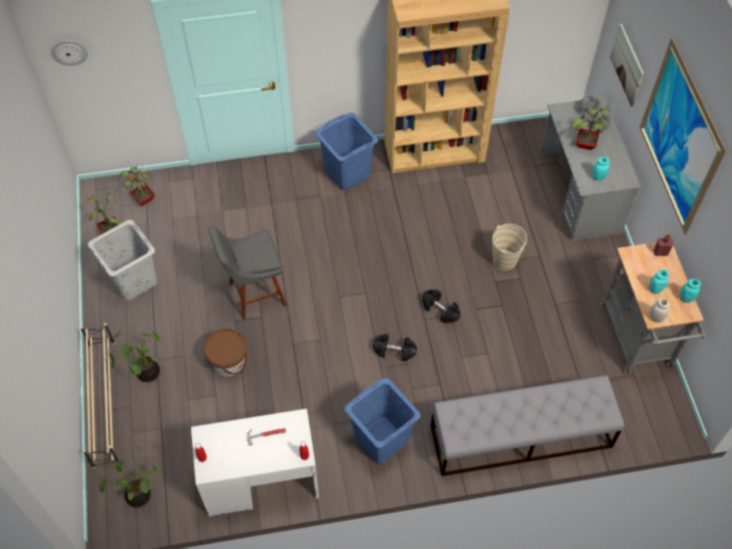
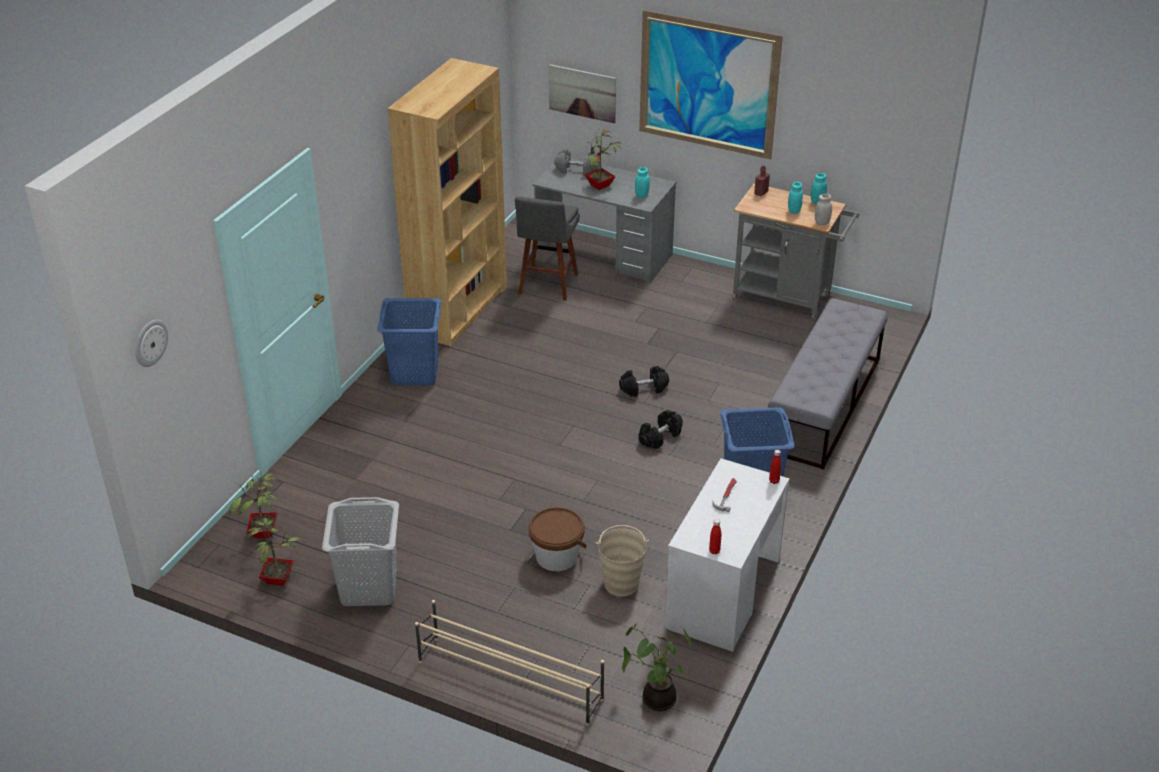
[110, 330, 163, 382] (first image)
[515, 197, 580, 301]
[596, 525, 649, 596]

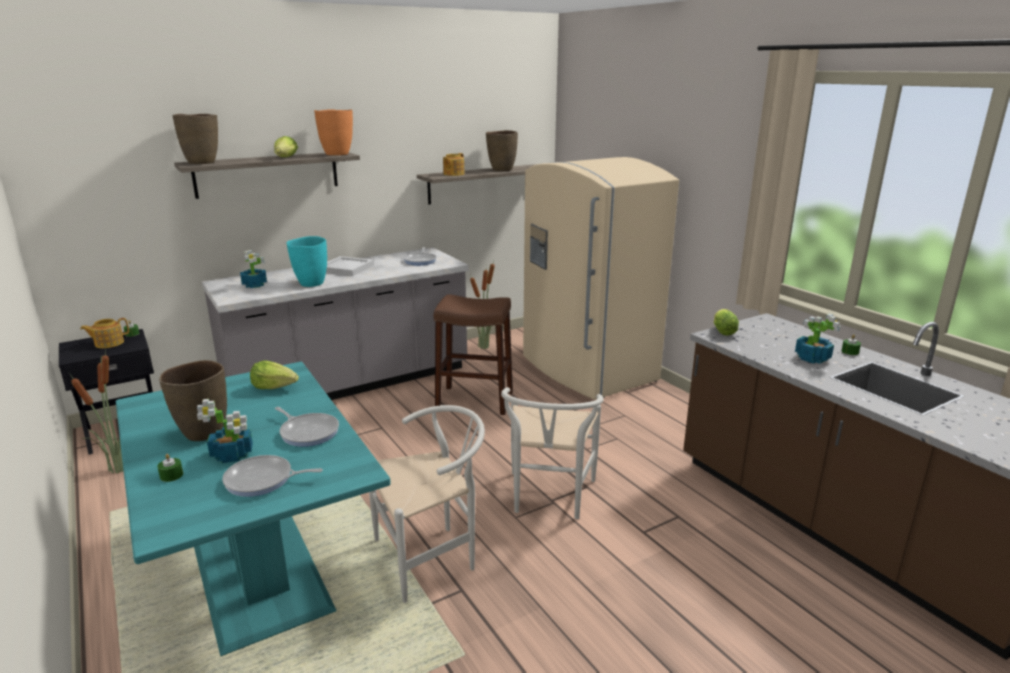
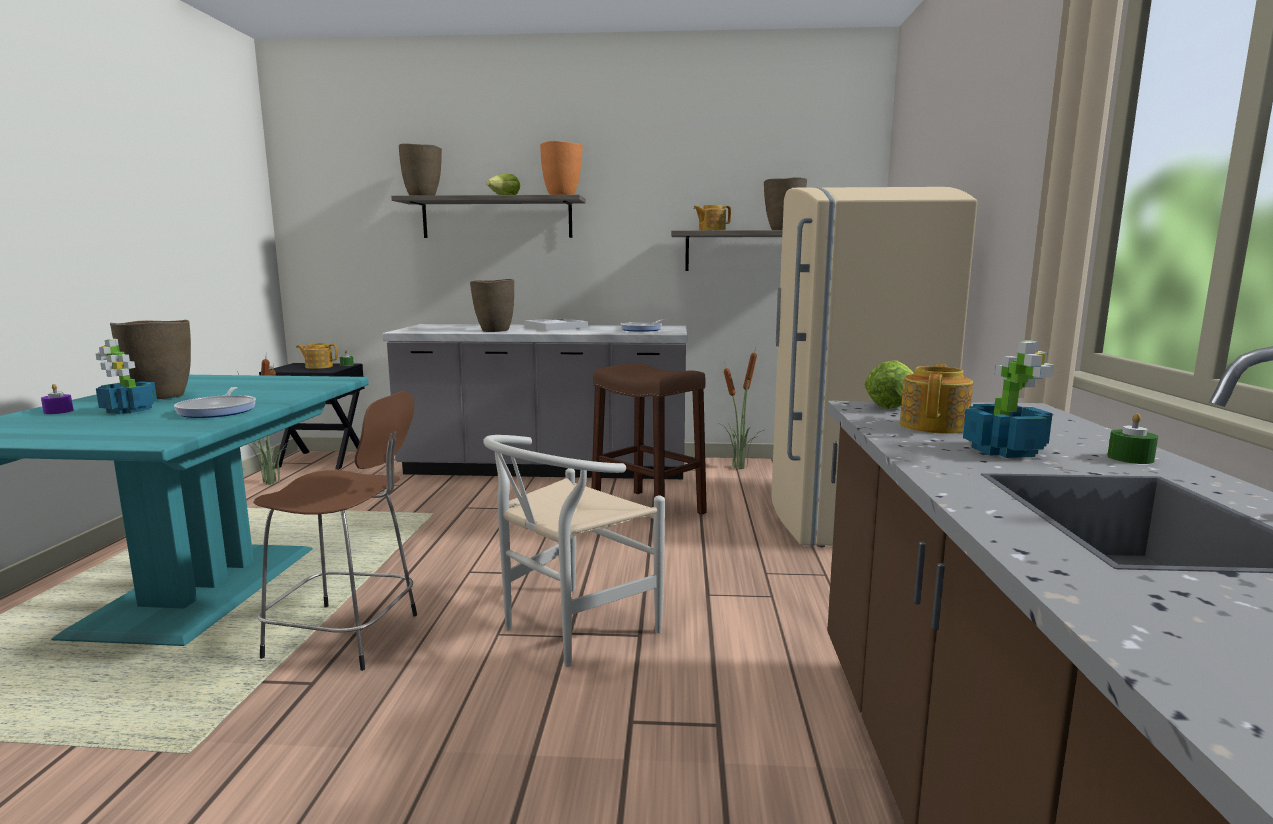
[222, 455, 323, 497] (first image)
[240, 250, 267, 288] (first image)
[250, 360, 299, 389] (first image)
[900, 364, 973, 434]
[253, 391, 417, 671]
[41, 384, 74, 414]
[470, 279, 514, 332]

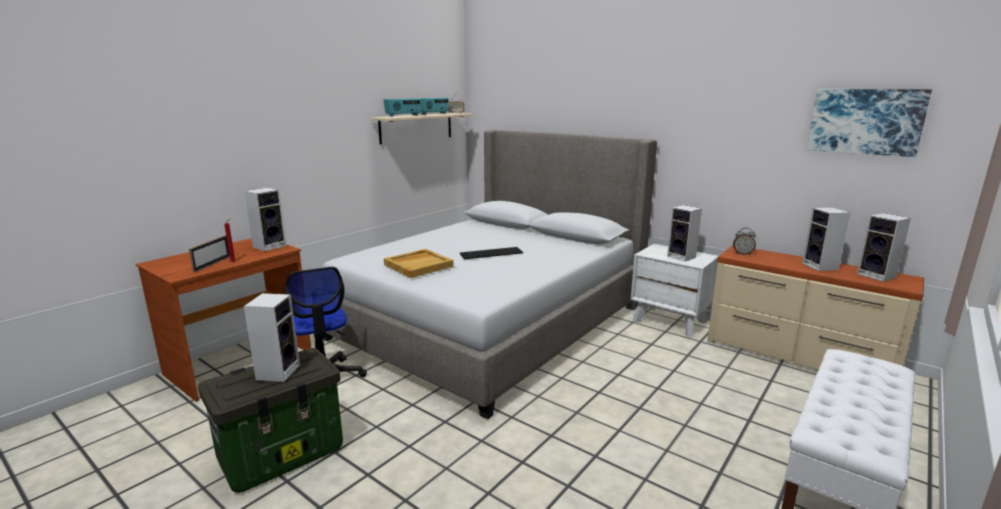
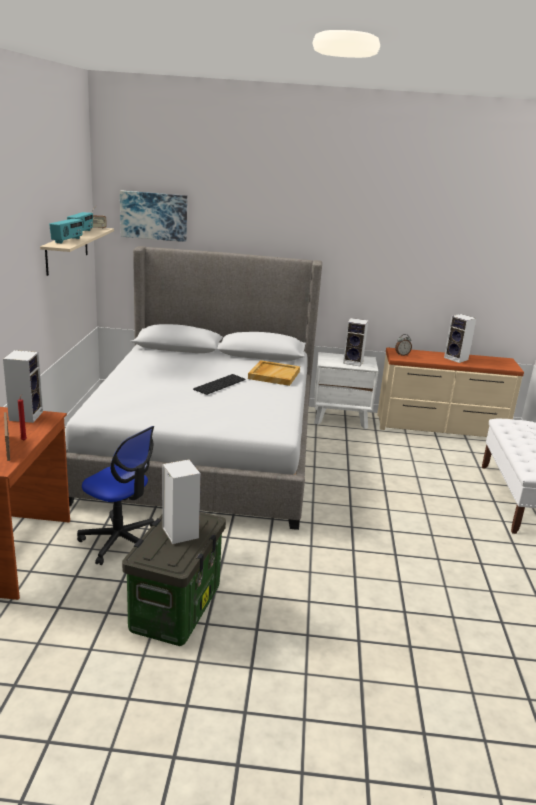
[857, 213, 911, 282] (first image)
[248, 360, 300, 386]
[120, 191, 187, 242]

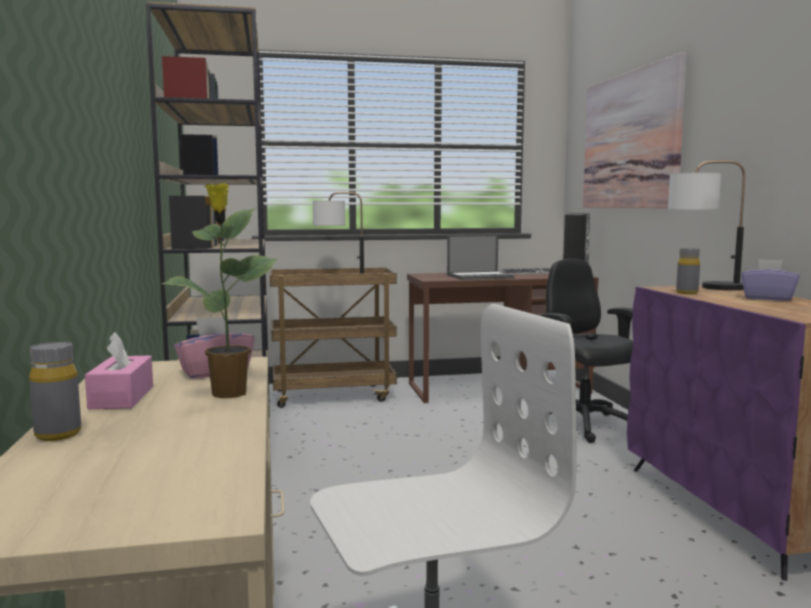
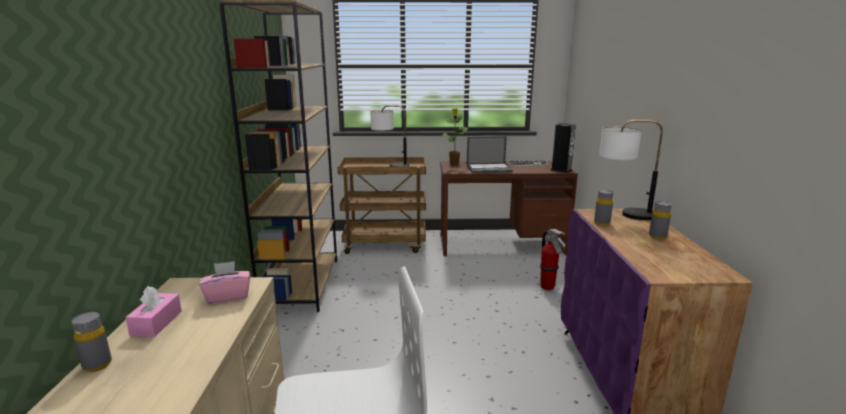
[583, 53, 687, 208] (first image)
[443, 108, 468, 165]
[540, 229, 565, 290]
[649, 201, 672, 240]

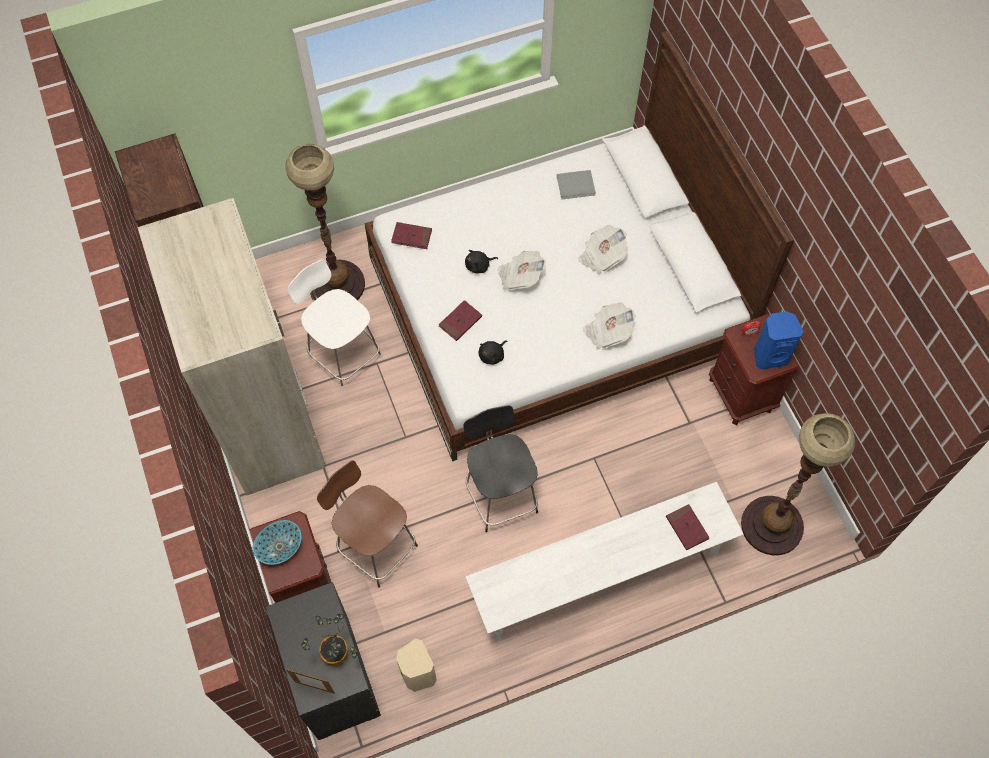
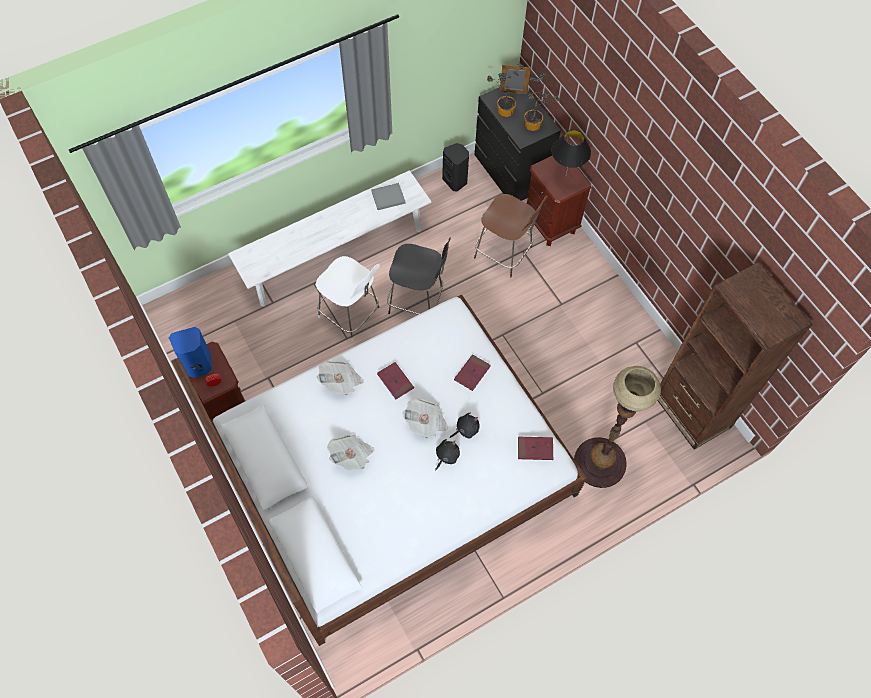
[137, 198, 325, 495] (first image)
[741, 413, 855, 555] (first image)
[524, 73, 560, 131]
[316, 256, 381, 342]
[435, 439, 460, 470]
[371, 183, 406, 210]
[377, 362, 414, 399]
[551, 130, 591, 178]
[442, 143, 469, 192]
[387, 237, 451, 315]

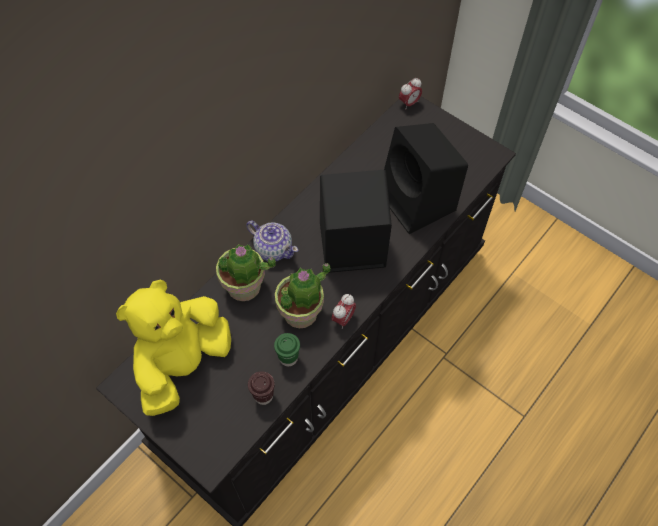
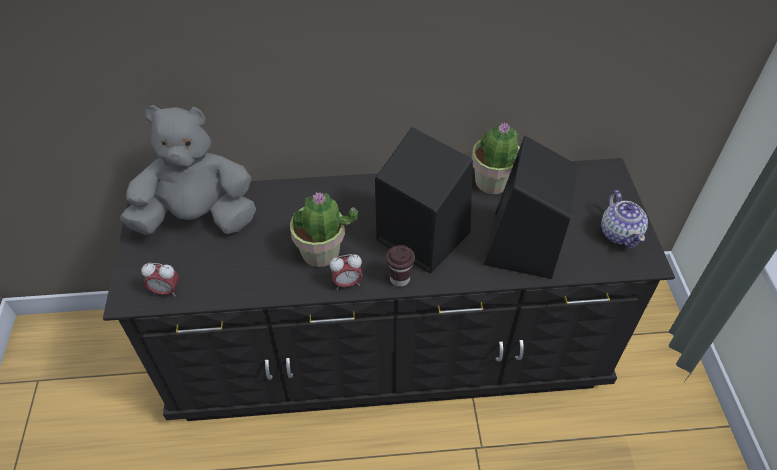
[274, 333, 300, 366] (first image)
[471, 122, 520, 194]
[601, 190, 648, 248]
[386, 245, 415, 287]
[141, 263, 179, 297]
[120, 105, 256, 235]

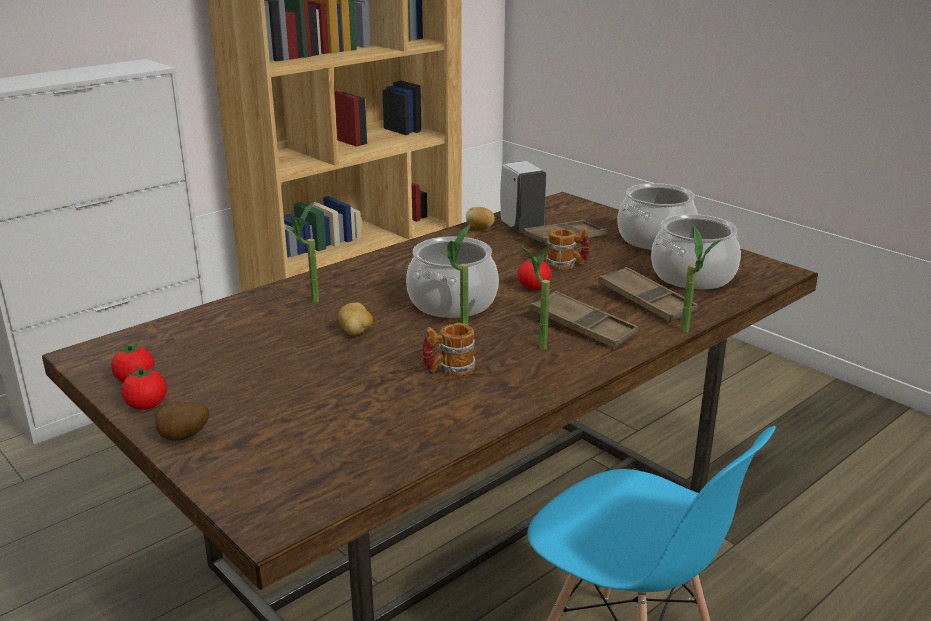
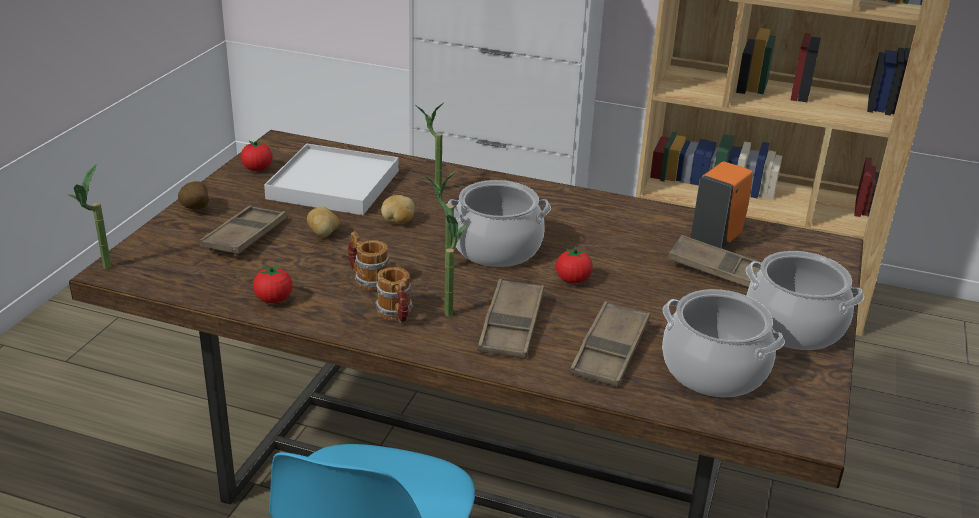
[200, 205, 287, 256]
[264, 144, 399, 215]
[253, 265, 292, 303]
[307, 206, 339, 237]
[375, 267, 413, 324]
[67, 164, 111, 269]
[691, 162, 753, 249]

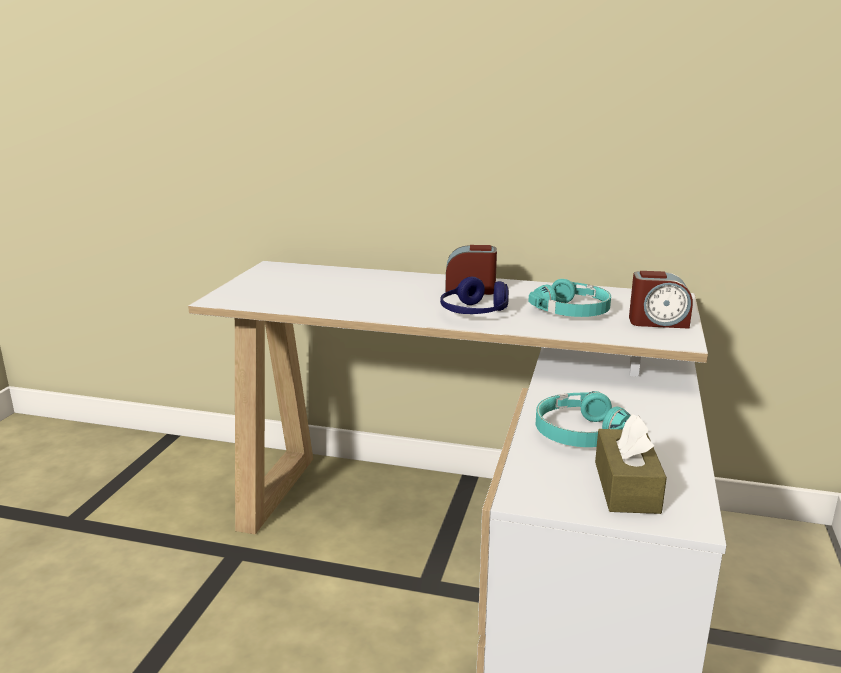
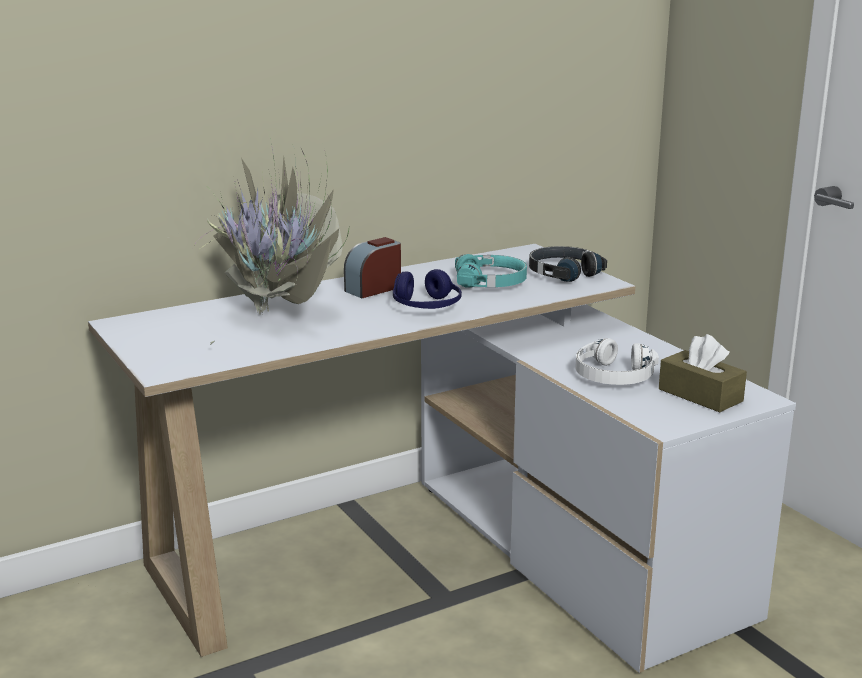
[178, 130, 349, 345]
[529, 246, 607, 282]
[575, 338, 659, 385]

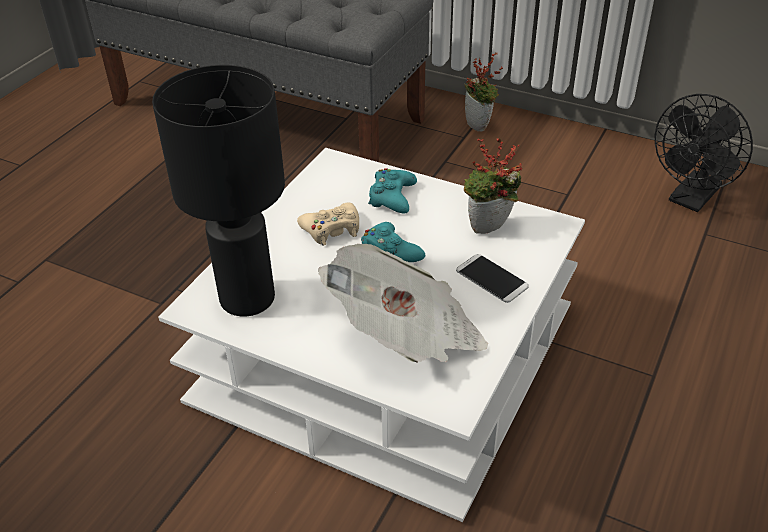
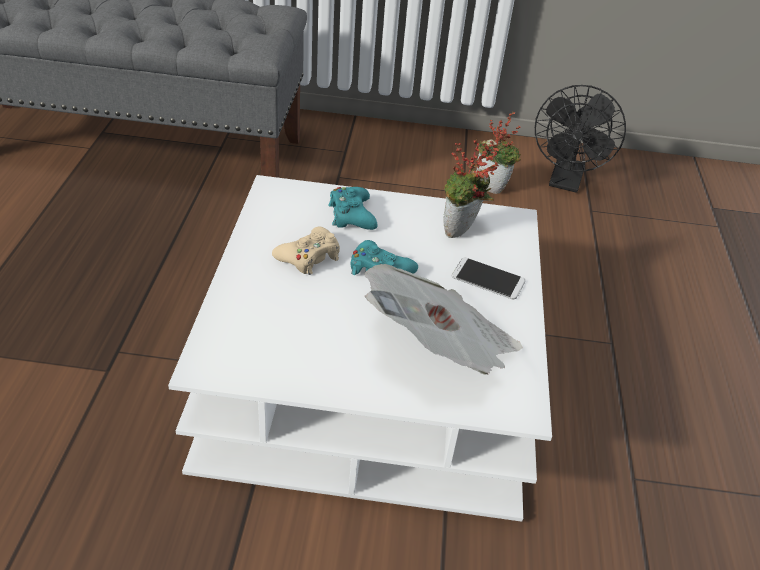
[152, 65, 285, 317] (first image)
[477, 112, 521, 194]

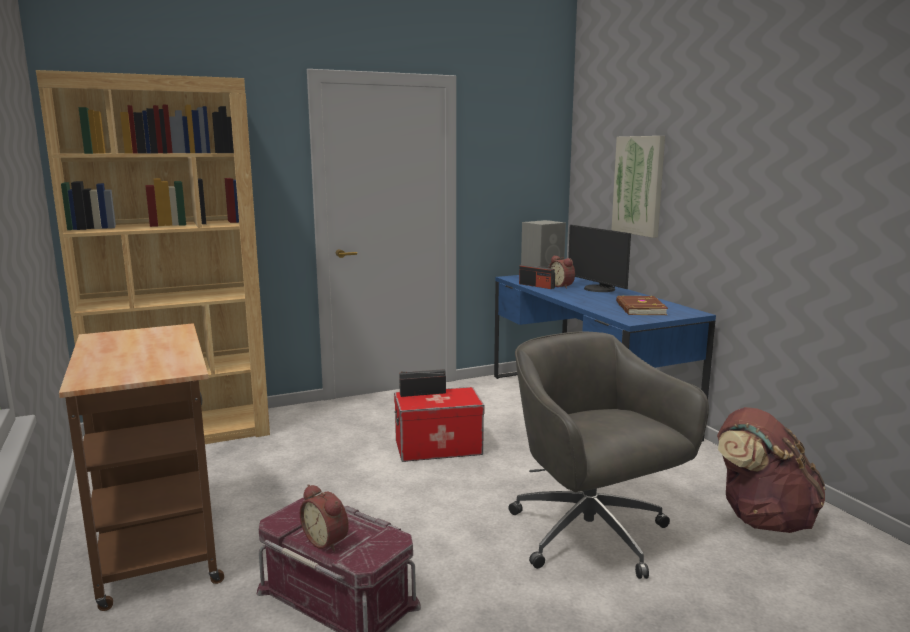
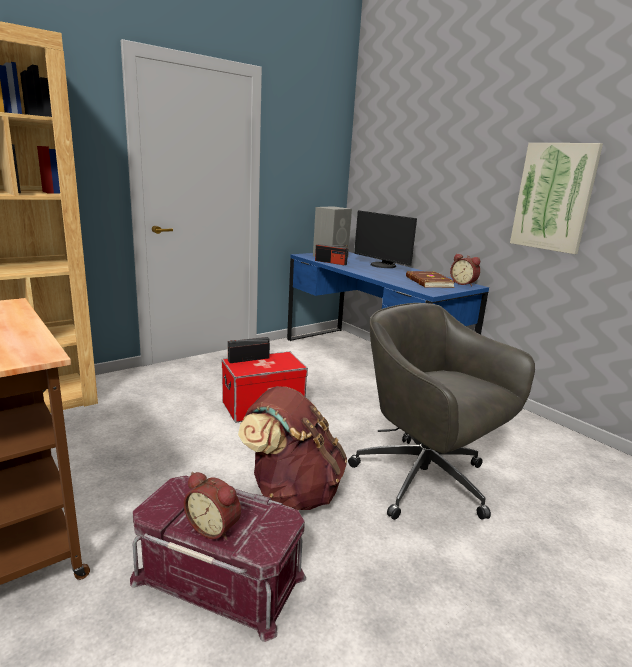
[450, 254, 480, 286]
[510, 143, 603, 254]
[238, 386, 347, 511]

